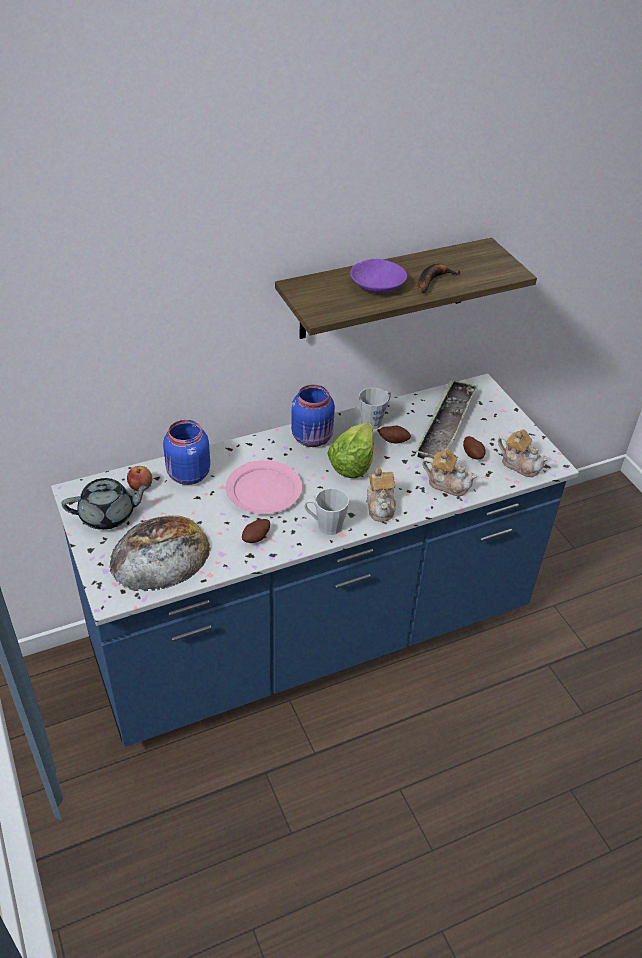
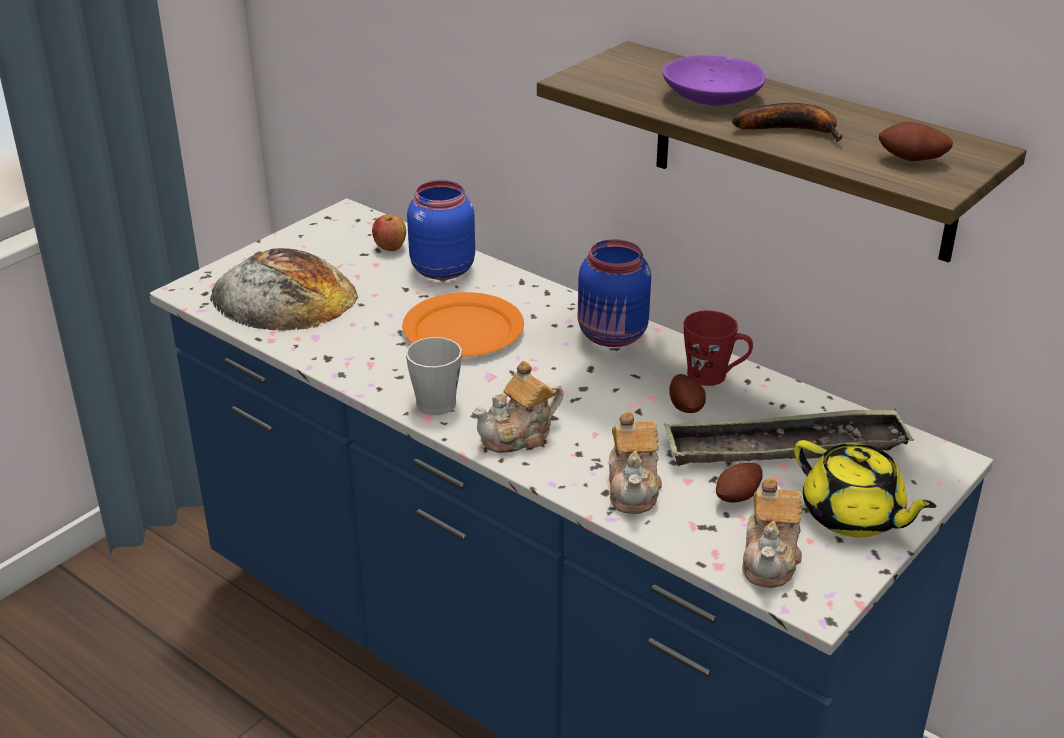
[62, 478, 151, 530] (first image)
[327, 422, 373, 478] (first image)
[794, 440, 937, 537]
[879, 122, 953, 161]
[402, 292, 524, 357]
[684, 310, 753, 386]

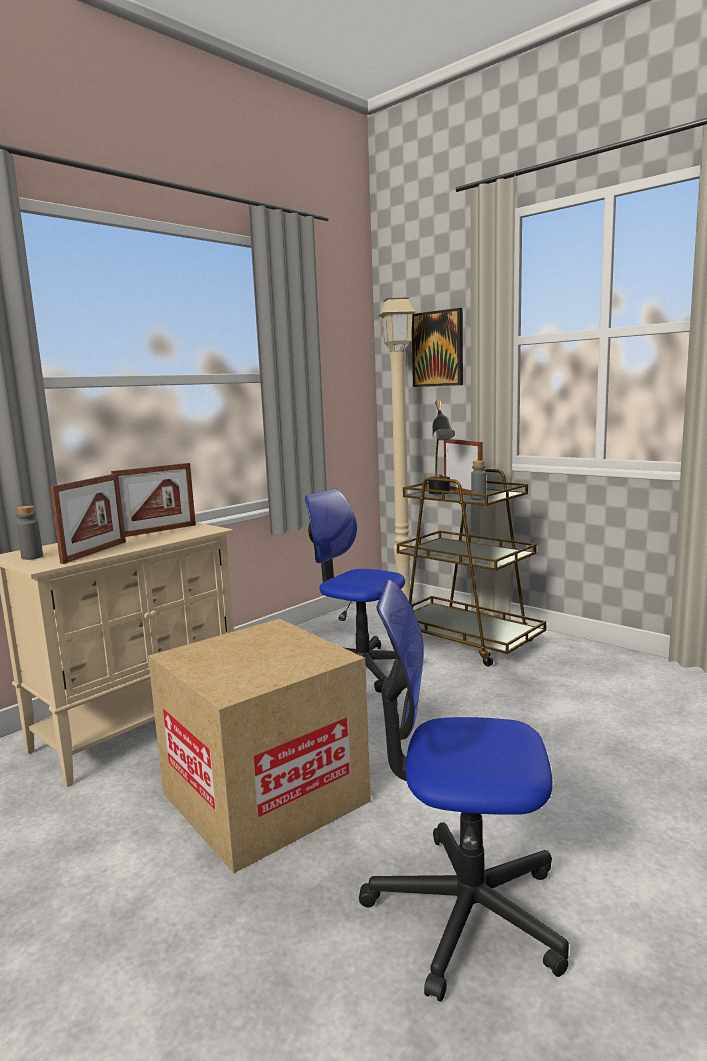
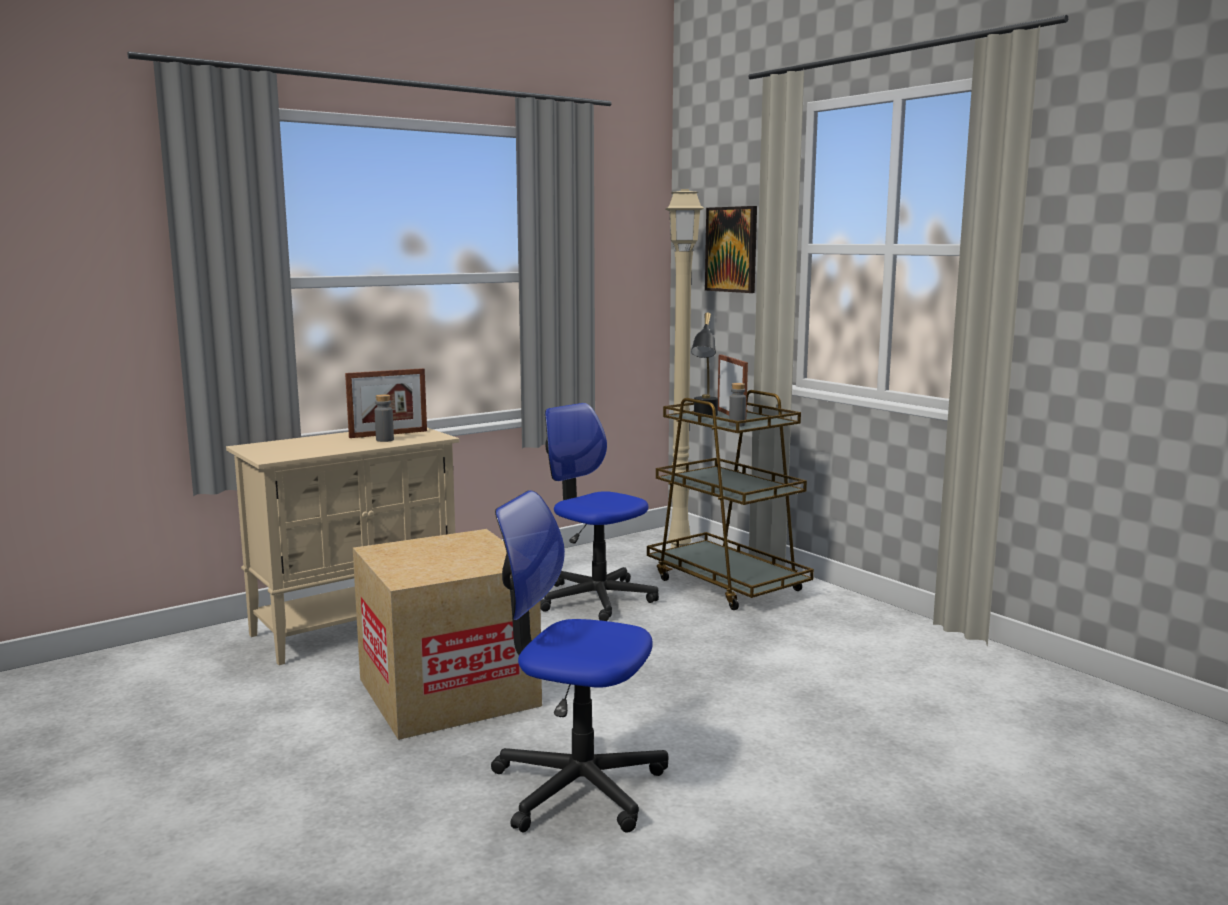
[50, 474, 126, 564] (first image)
[375, 394, 394, 442]

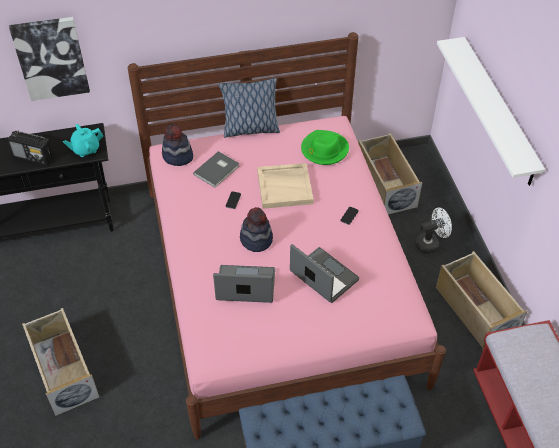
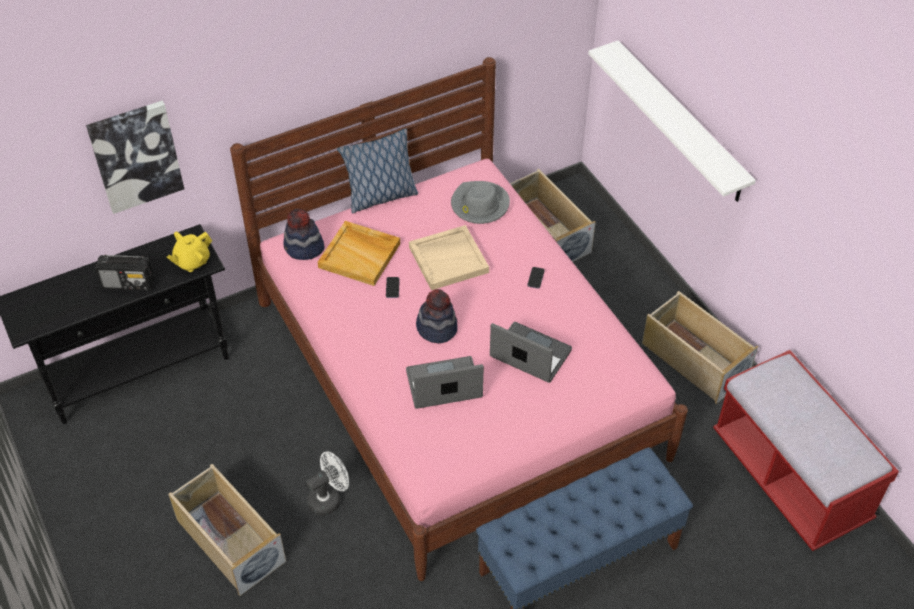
[306, 451, 349, 516]
[318, 221, 400, 286]
[167, 232, 212, 272]
[451, 181, 510, 224]

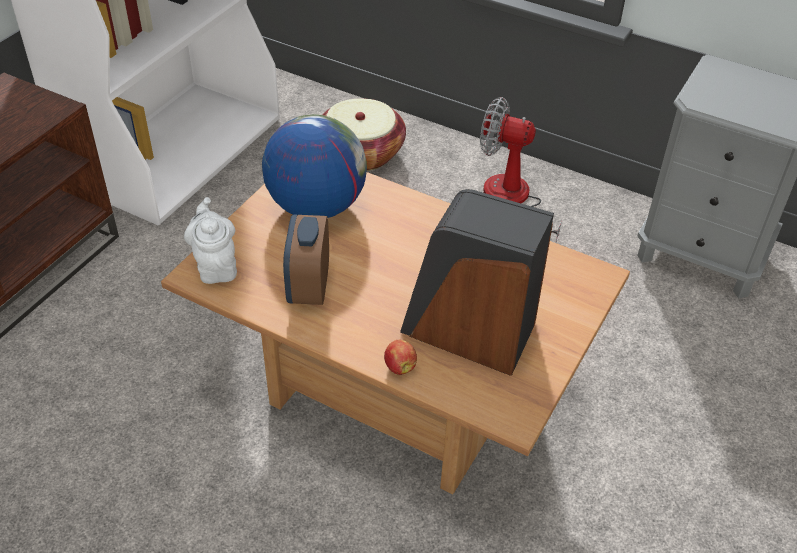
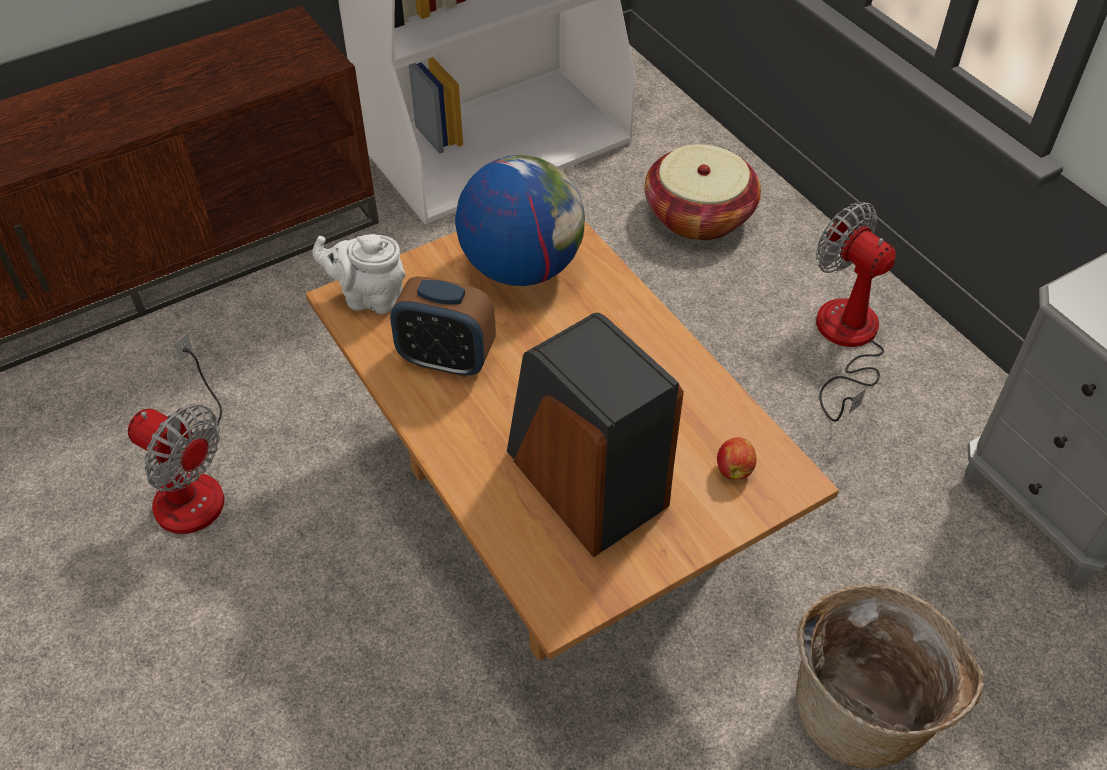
[128, 333, 224, 534]
[796, 584, 984, 769]
[717, 437, 756, 480]
[312, 234, 406, 314]
[390, 276, 496, 377]

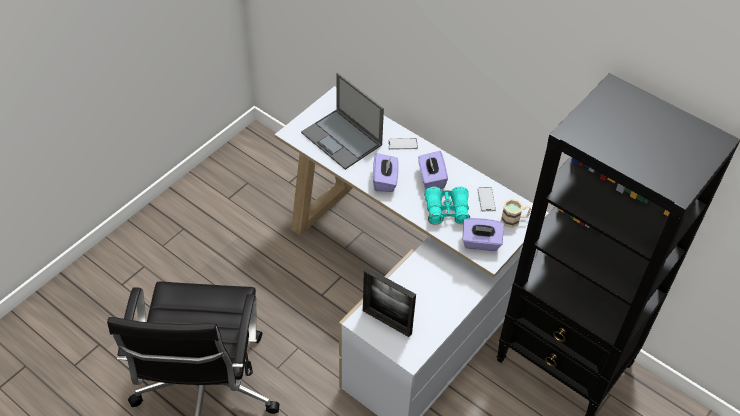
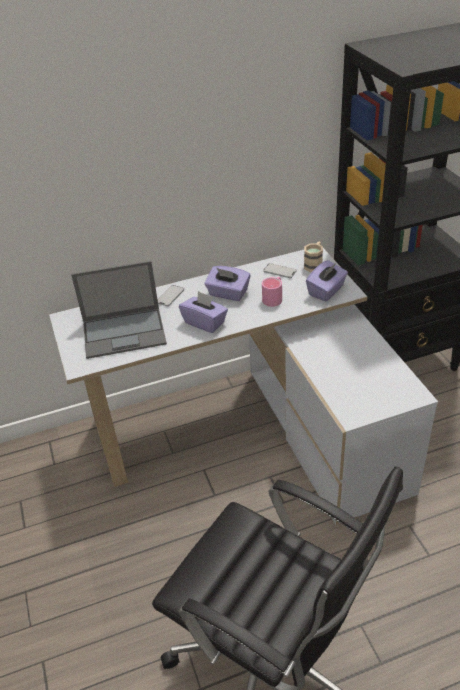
[363, 268, 416, 337] (first image)
[262, 277, 282, 307]

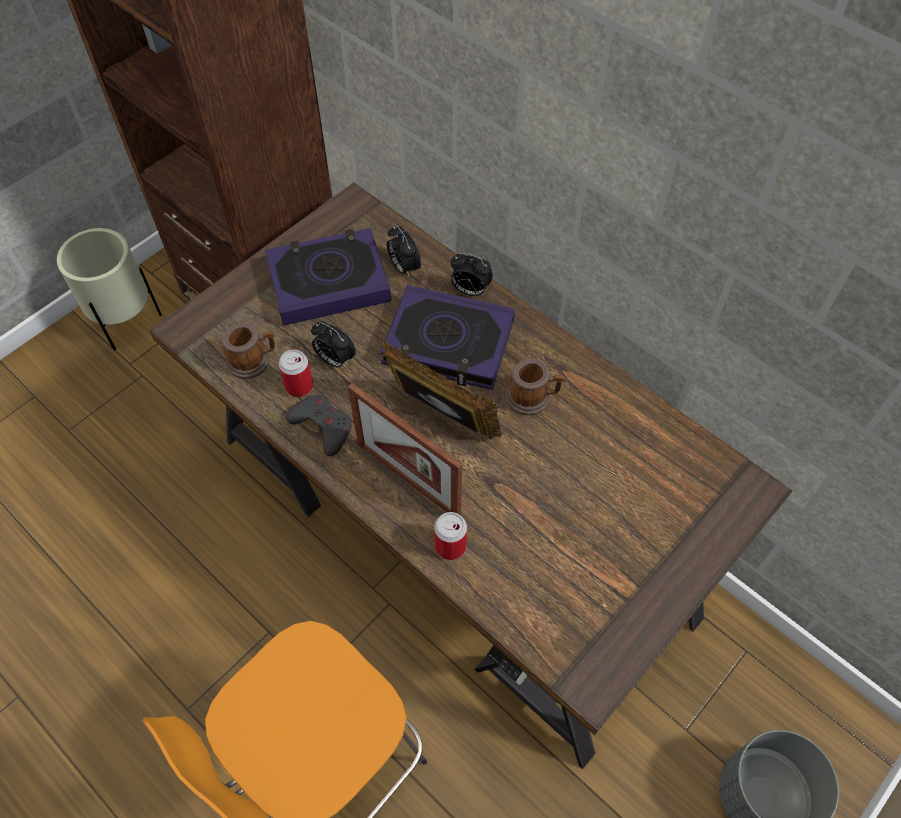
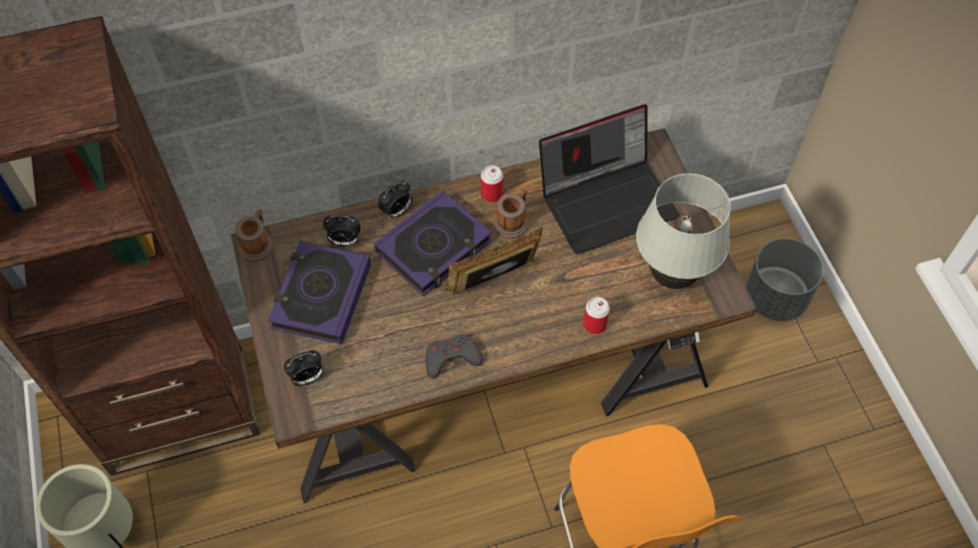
[348, 383, 462, 515] (first image)
[539, 104, 680, 254]
[636, 173, 731, 289]
[235, 209, 273, 262]
[481, 165, 503, 202]
[284, 350, 323, 386]

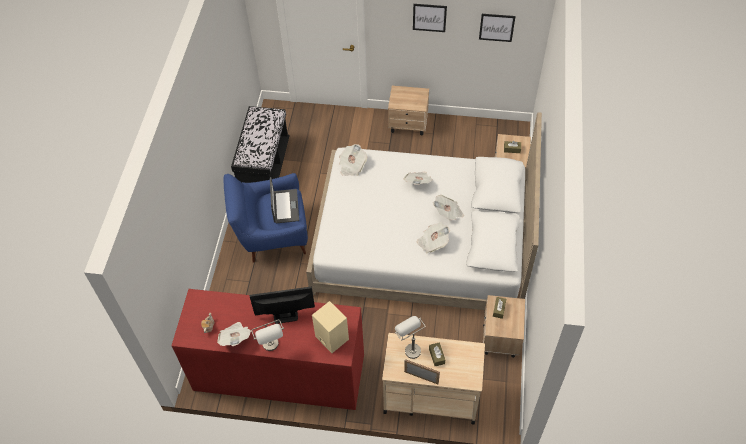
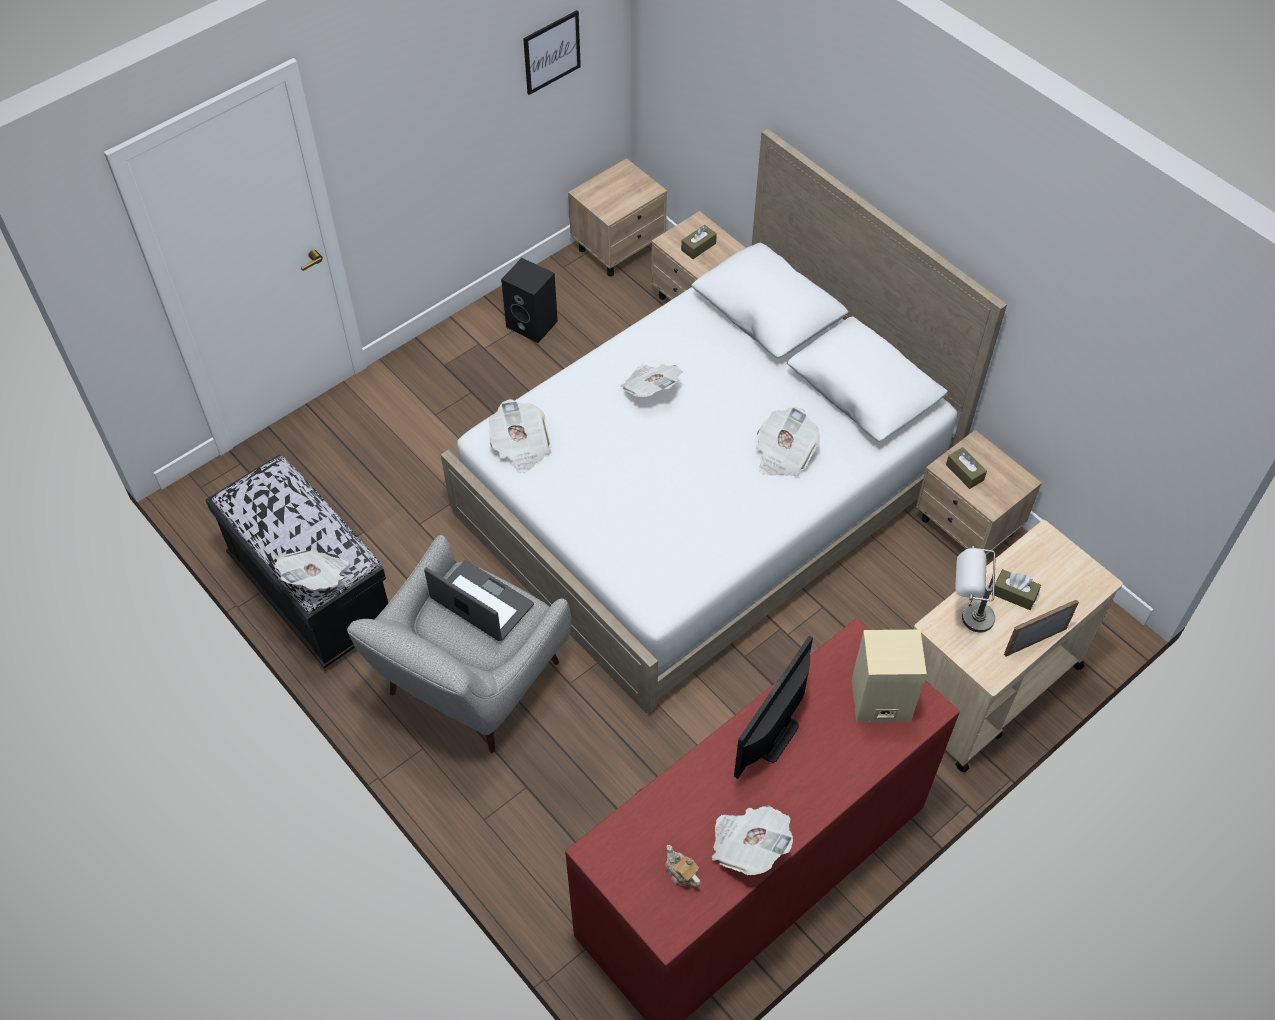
[251, 320, 284, 351] (first image)
[413, 4, 447, 32] (first image)
[501, 258, 558, 343]
[568, 158, 667, 277]
[275, 549, 349, 590]
[347, 535, 571, 753]

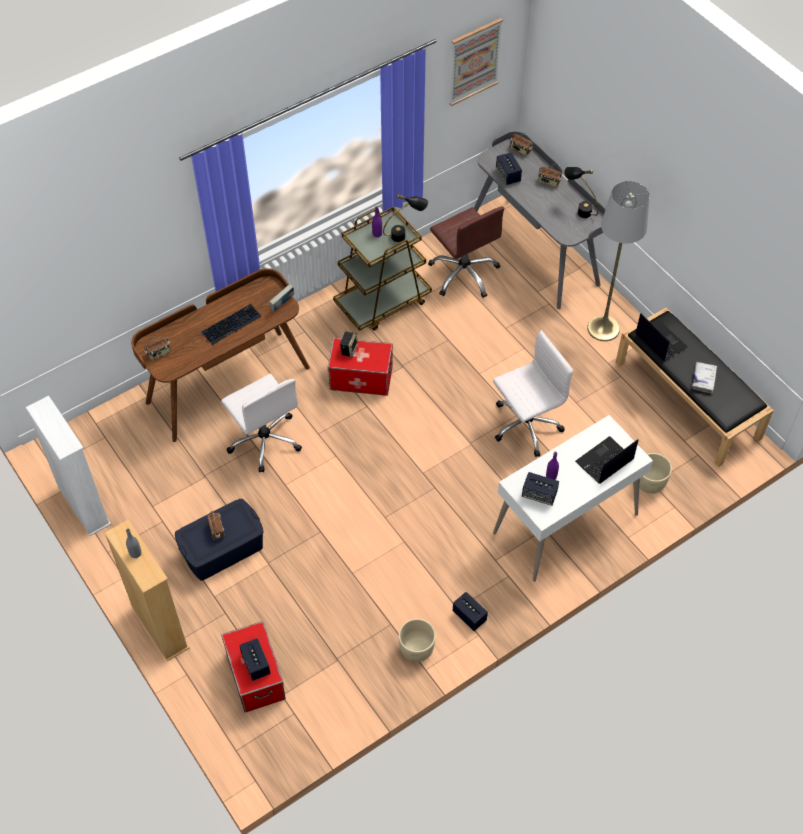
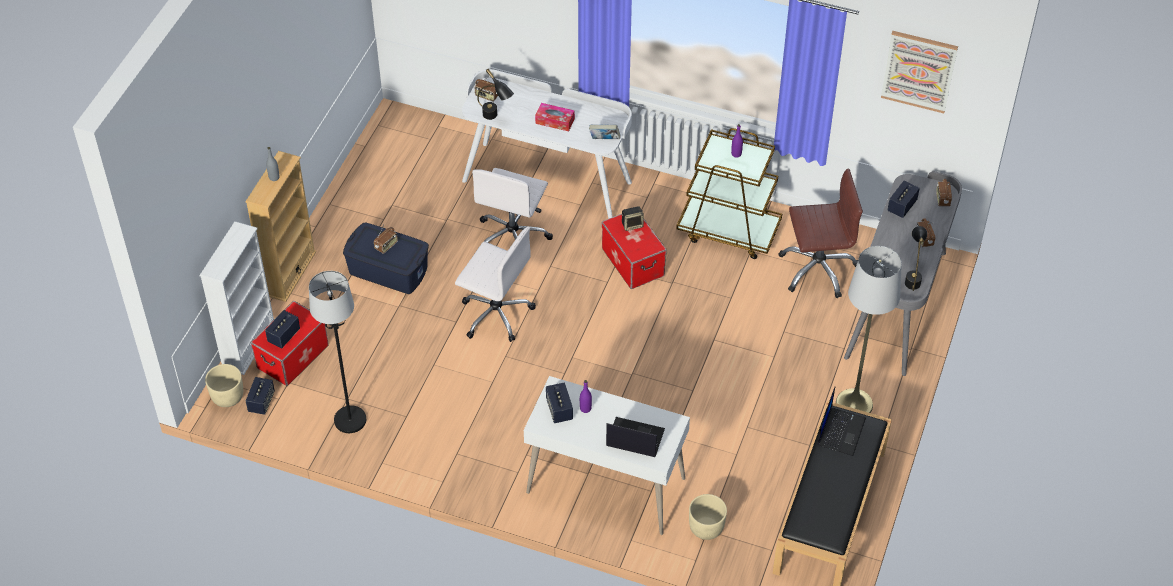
[691, 362, 717, 394] (first image)
[309, 271, 366, 433]
[199, 221, 274, 375]
[477, 69, 514, 120]
[205, 364, 243, 407]
[246, 377, 275, 415]
[455, 227, 536, 342]
[535, 103, 575, 132]
[462, 69, 632, 219]
[779, 168, 863, 298]

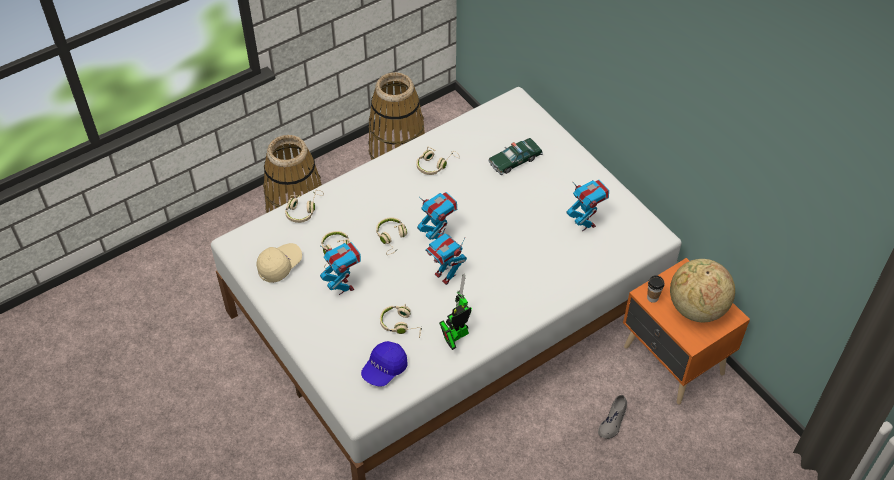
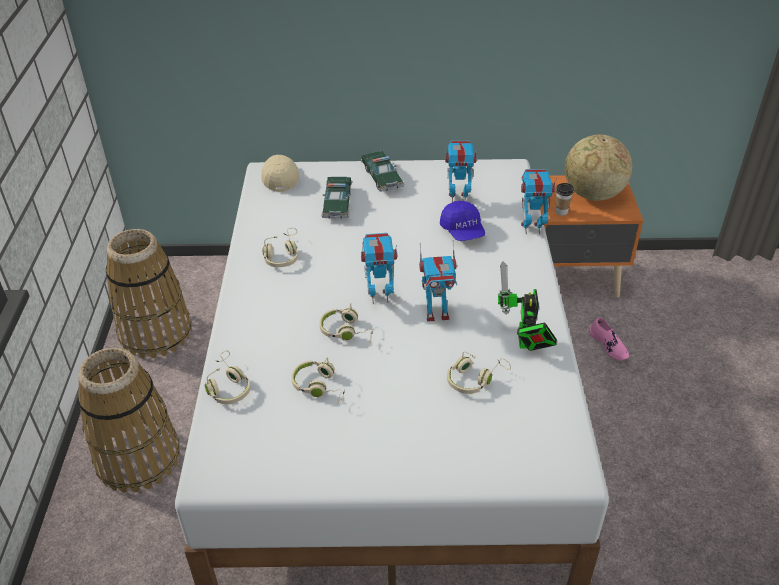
[360, 151, 404, 192]
[261, 155, 300, 192]
[521, 169, 557, 234]
[440, 201, 485, 241]
[589, 317, 629, 361]

